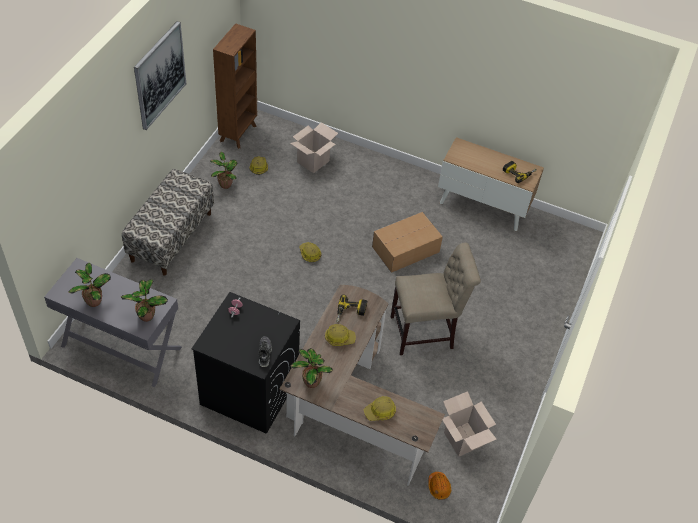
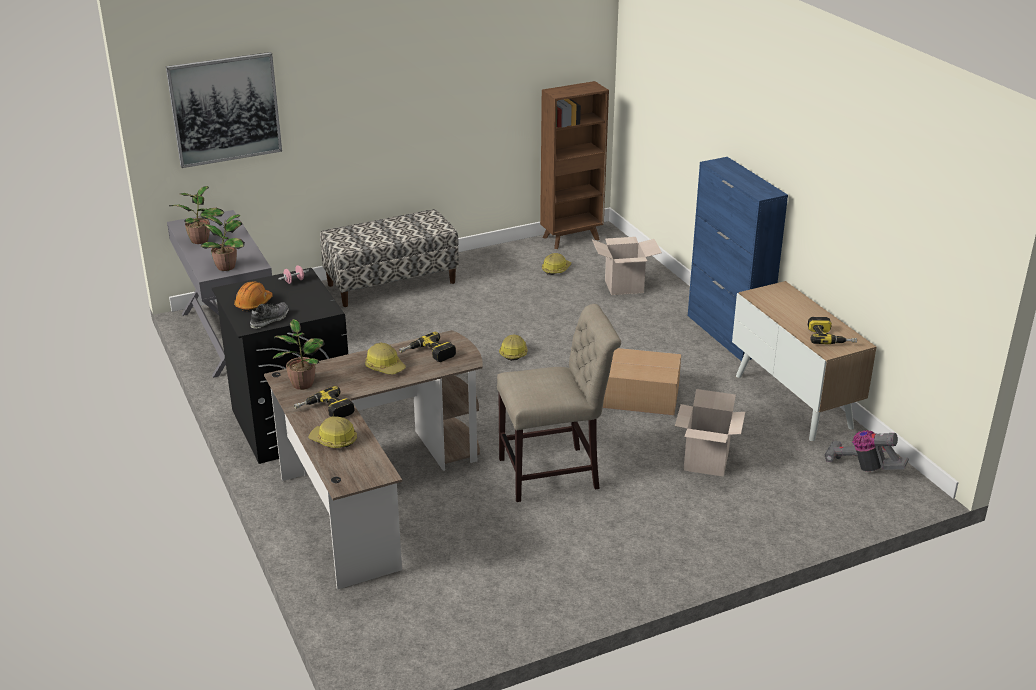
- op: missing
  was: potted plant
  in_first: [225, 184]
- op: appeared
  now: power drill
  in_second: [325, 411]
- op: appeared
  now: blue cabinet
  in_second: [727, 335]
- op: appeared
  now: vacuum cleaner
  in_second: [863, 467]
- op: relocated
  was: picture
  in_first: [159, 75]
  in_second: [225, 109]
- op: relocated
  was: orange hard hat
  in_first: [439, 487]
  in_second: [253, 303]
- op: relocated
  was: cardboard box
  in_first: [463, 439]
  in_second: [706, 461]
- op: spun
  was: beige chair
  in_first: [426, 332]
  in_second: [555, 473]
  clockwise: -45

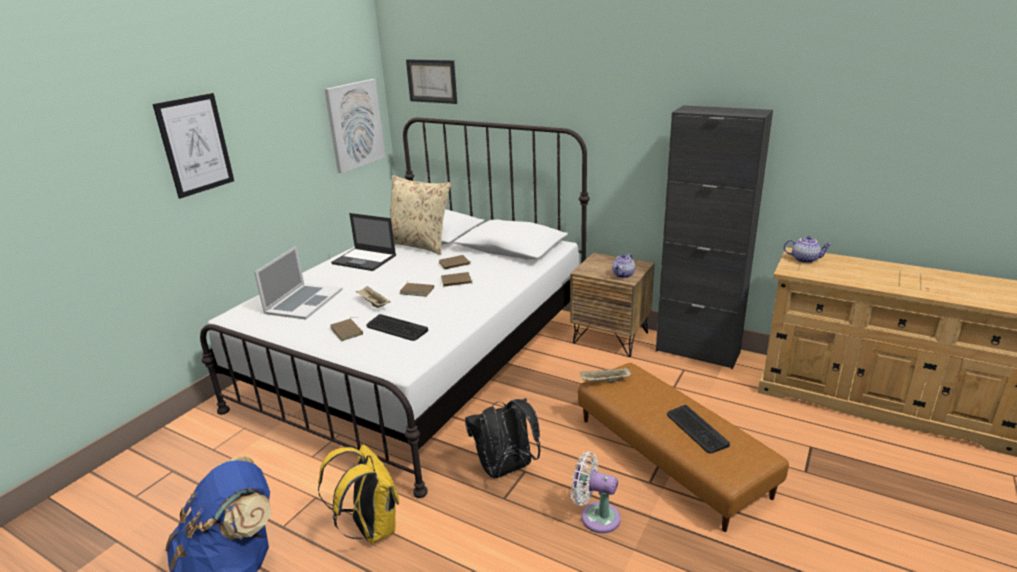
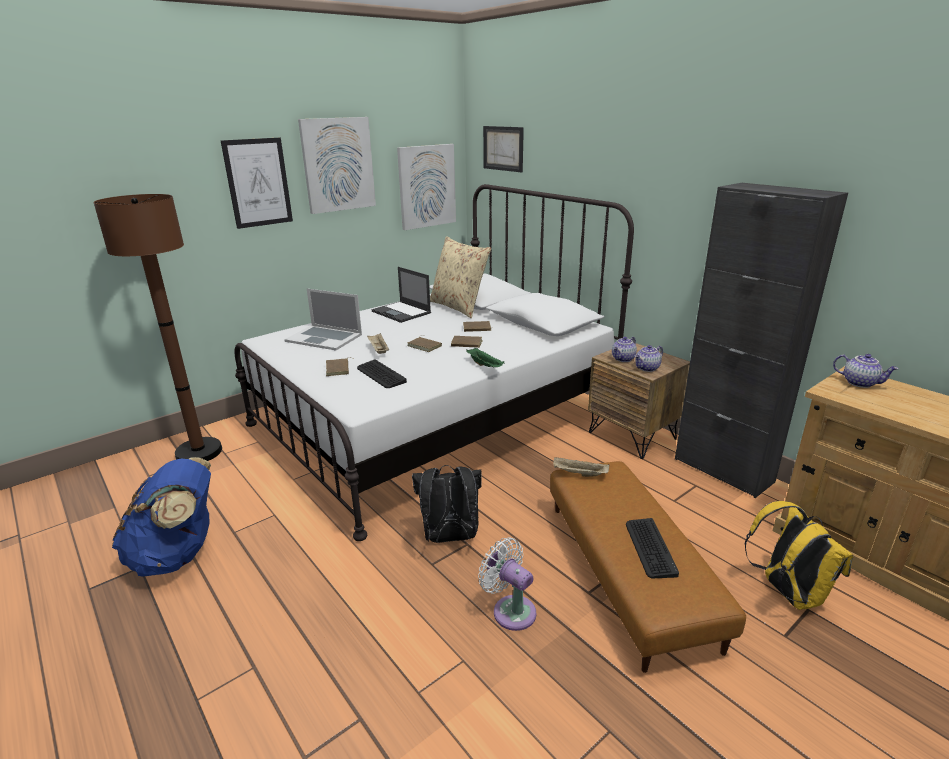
- op: appeared
  now: brown floor lamp
  in_second: [199, 452]
- op: appeared
  now: picture
  in_second: [338, 165]
- op: appeared
  now: green tray
  in_second: [485, 366]
- op: appeared
  now: teapot
  in_second: [623, 359]
- op: relocated
  was: yellow backpack
  in_first: [371, 528]
  in_second: [787, 592]
- op: spun
  was: laptop
  in_first: [303, 301]
  in_second: [324, 338]
  clockwise: 75

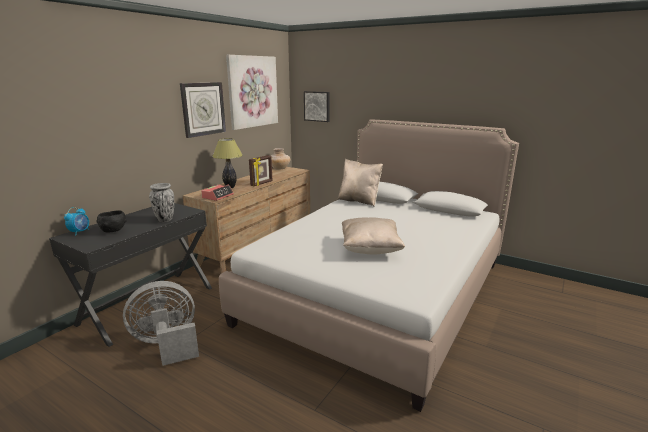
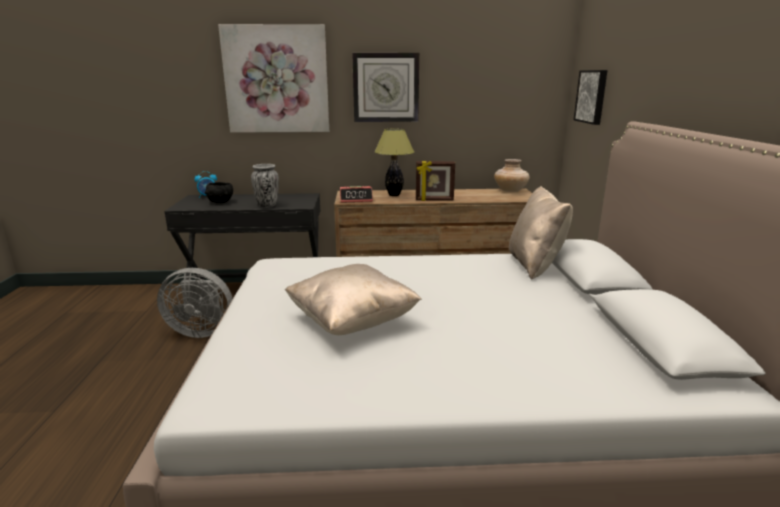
- op: relocated
  was: picture
  in_first: [253, 91]
  in_second: [276, 80]
- op: spun
  was: grey fan
  in_first: [167, 344]
  in_second: [201, 331]
  clockwise: 150

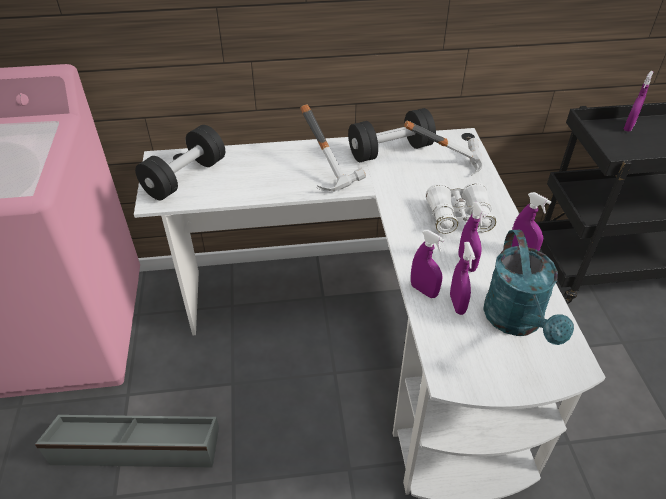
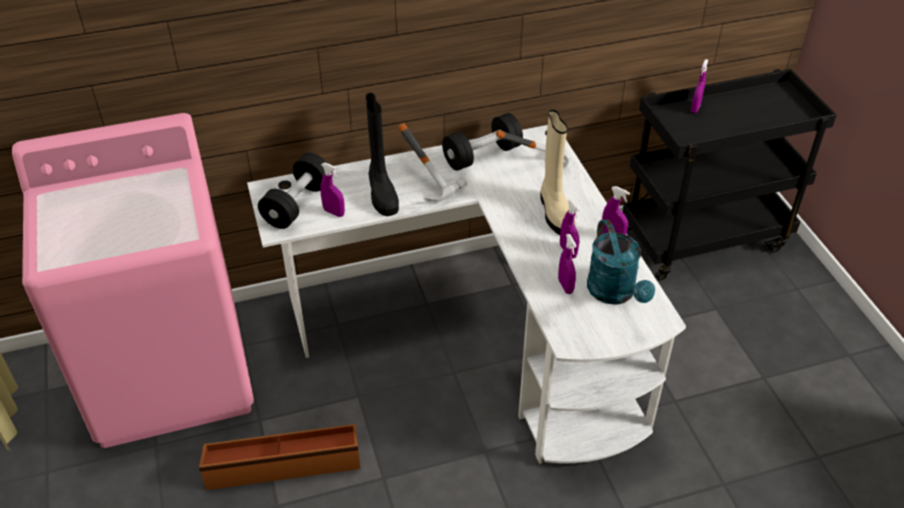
- op: appeared
  now: black boot
  in_second: [381, 193]
- op: relocated
  was: purple spray bottle
  in_first: [424, 290]
  in_second: [334, 212]
- op: exchanged
  was: white binoculars
  now: beige boot
  in_first: [458, 217]
  in_second: [555, 212]
- op: colour
  was: grey storage box
  now: brown storage box
  in_first: [135, 447]
  in_second: [283, 463]

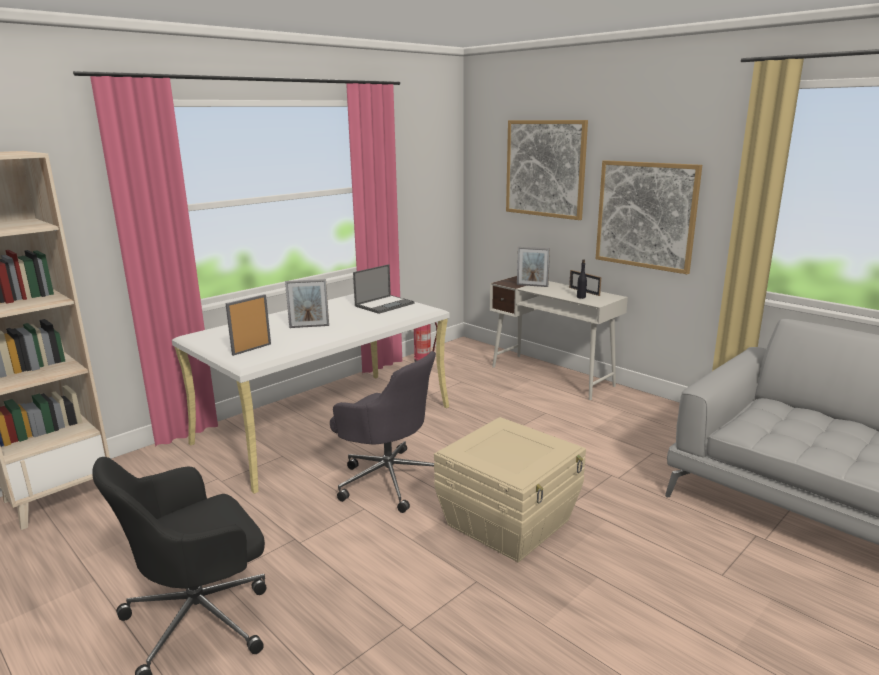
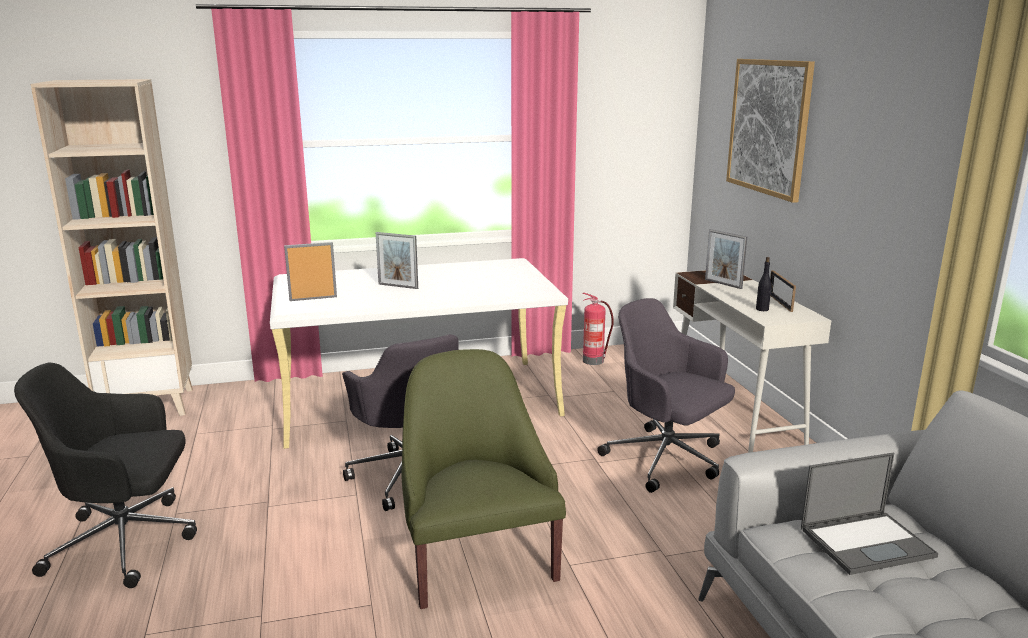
- op: missing
  was: picture
  in_first: [646, 215]
- op: appeared
  now: grey office chair
  in_second: [666, 460]
- op: relocated
  was: laptop
  in_first: [385, 304]
  in_second: [867, 542]
- op: exchanged
  was: beige storage box
  now: green armchair
  in_first: [509, 522]
  in_second: [476, 559]

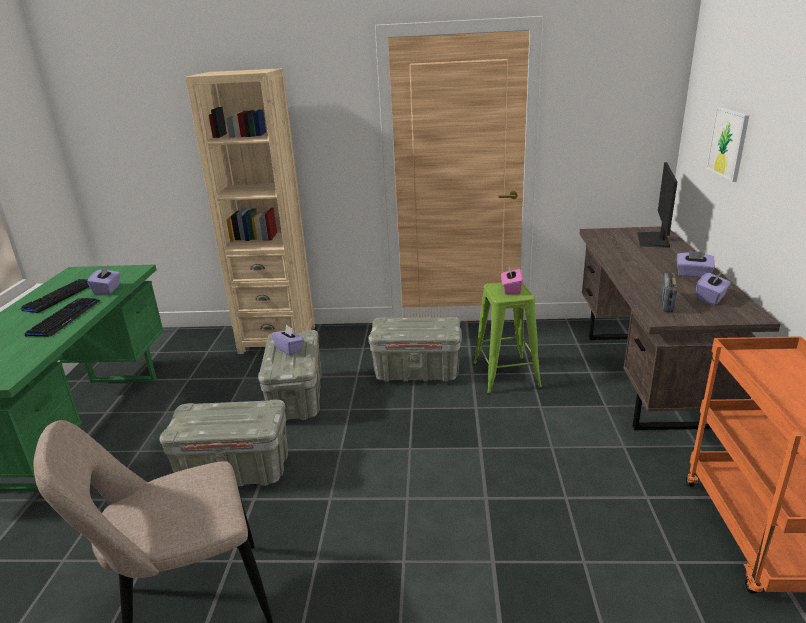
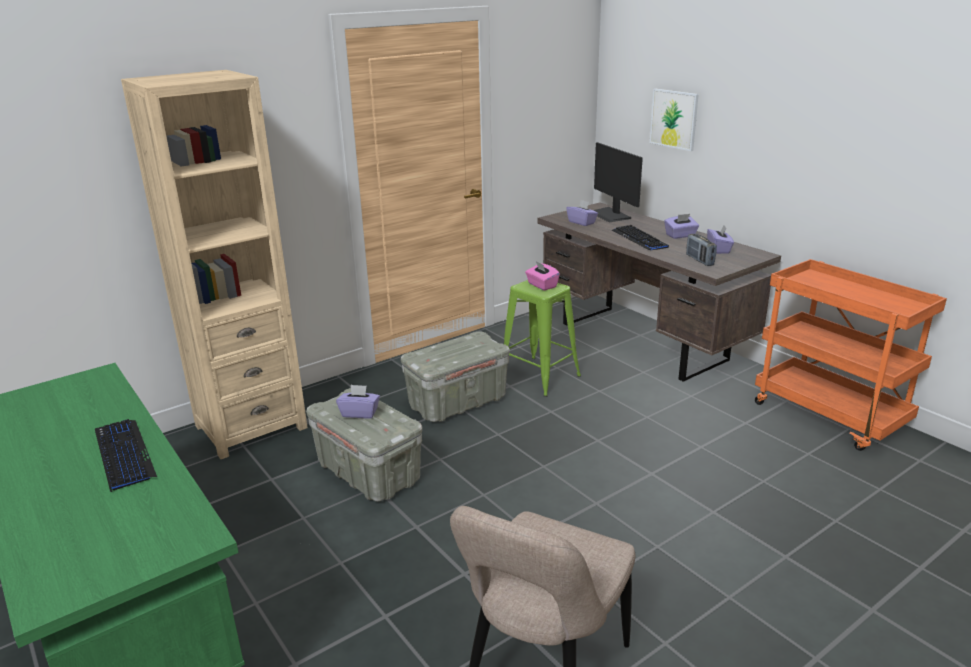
- op: missing
  was: grey storage box
  in_first: [236, 470]
- op: relocated
  was: keyboard
  in_first: [59, 296]
  in_second: [639, 239]
- op: relocated
  was: purple tissue box
  in_first: [108, 290]
  in_second: [582, 222]

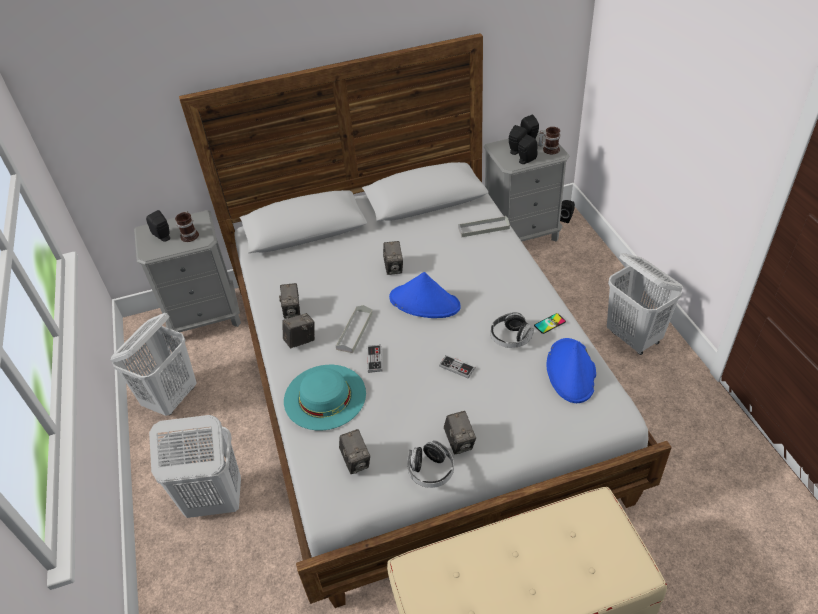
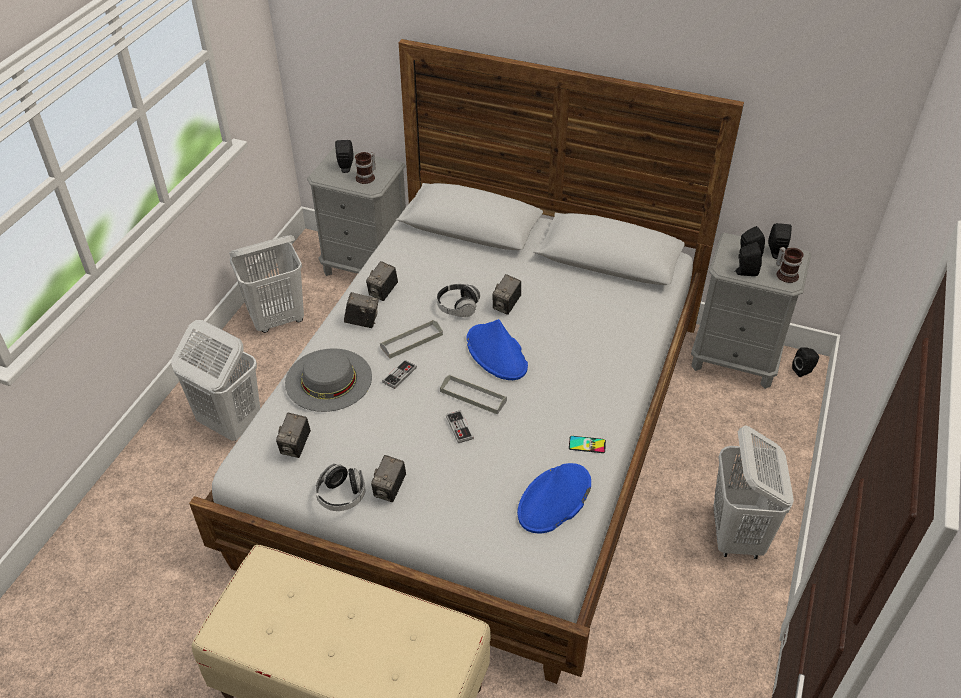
- op: relocated
  was: grey tray
  in_first: [483, 228]
  in_second: [473, 396]
- op: relocated
  was: headphones
  in_first: [510, 338]
  in_second: [458, 307]
- op: colour
  was: turquoise hat
  now: grey hat
  in_first: [325, 396]
  in_second: [328, 379]

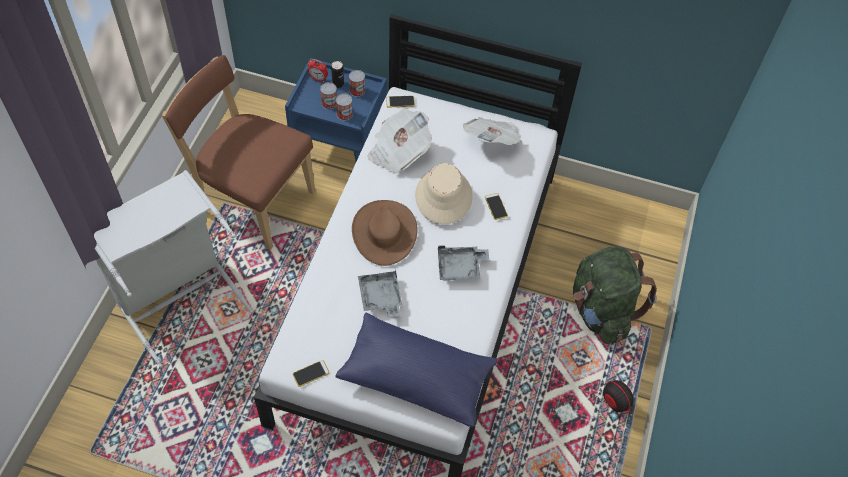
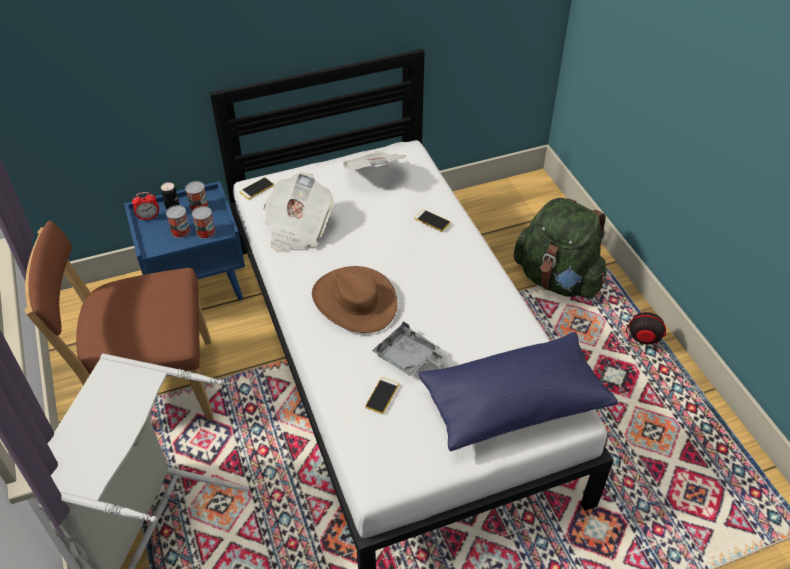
- op: missing
  was: beige hat
  in_first: [443, 196]
- op: missing
  was: grey tray
  in_first: [460, 267]
- op: relocated
  was: phone
  in_first: [311, 373]
  in_second: [382, 395]

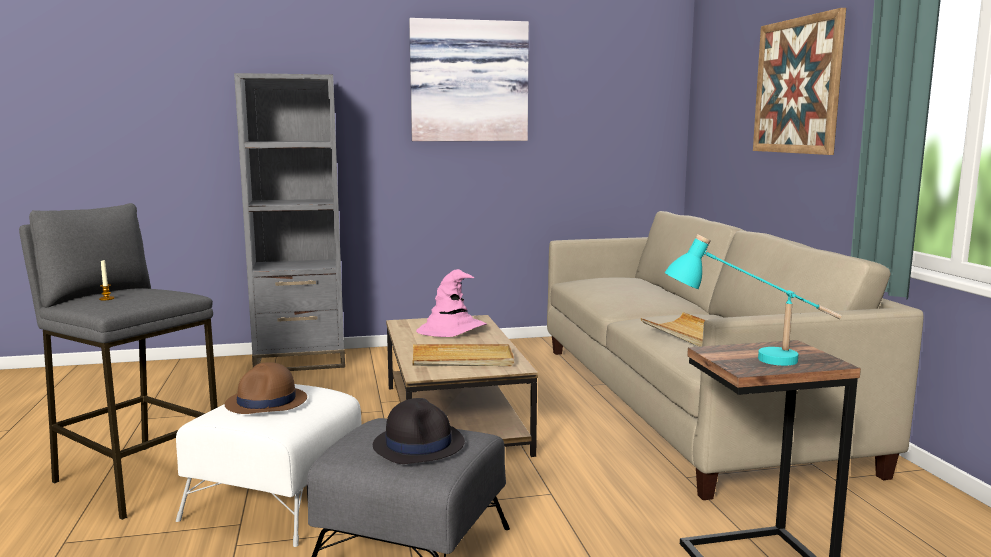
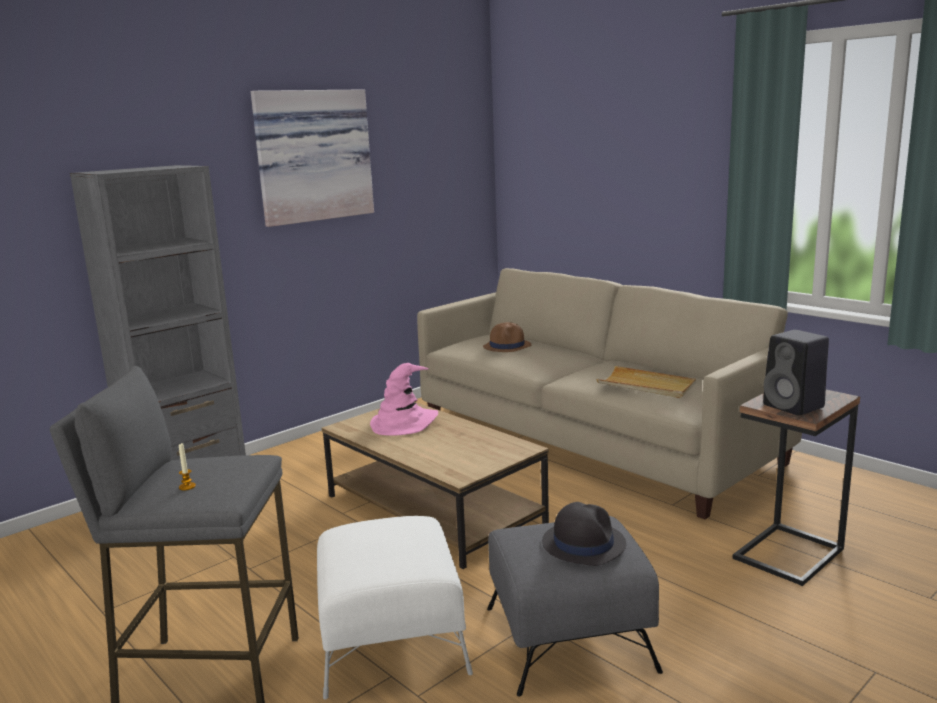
- op: missing
  was: beige tray
  in_first: [462, 360]
- op: missing
  was: picture
  in_first: [797, 86]
- op: relocated
  was: brown hat
  in_first: [267, 402]
  in_second: [507, 346]
- op: exchanged
  was: turquoise table lamp
  now: black speaker
  in_first: [749, 360]
  in_second: [795, 406]

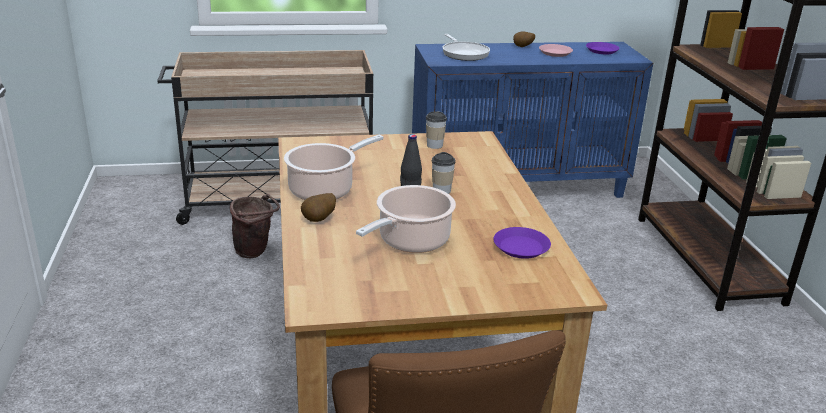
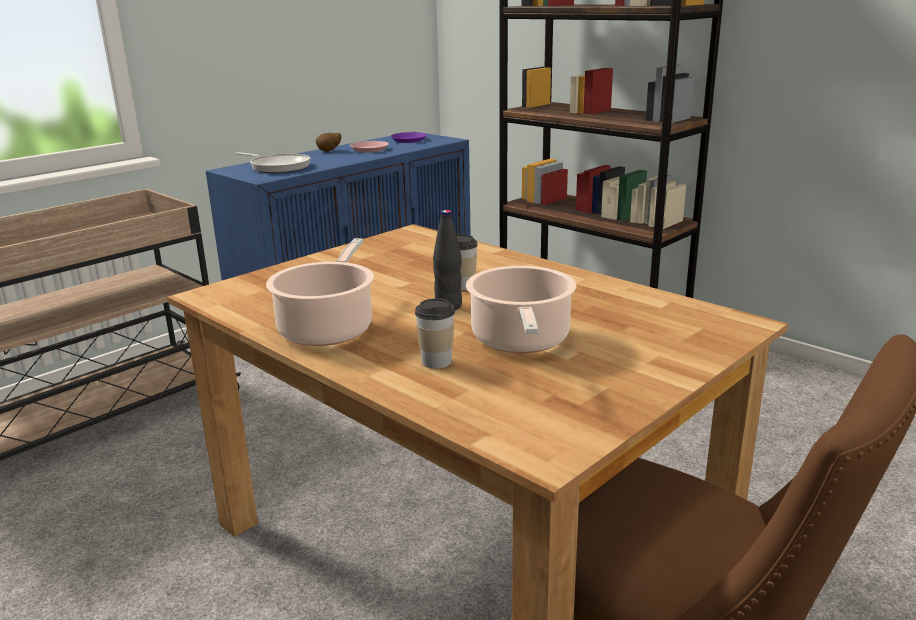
- op: missing
  was: brown bucket
  in_first: [256, 252]
- op: missing
  was: potato
  in_first: [319, 220]
- op: missing
  was: purple plate
  in_first: [521, 247]
- op: relocated
  was: cup
  in_first: [434, 145]
  in_second: [436, 362]

